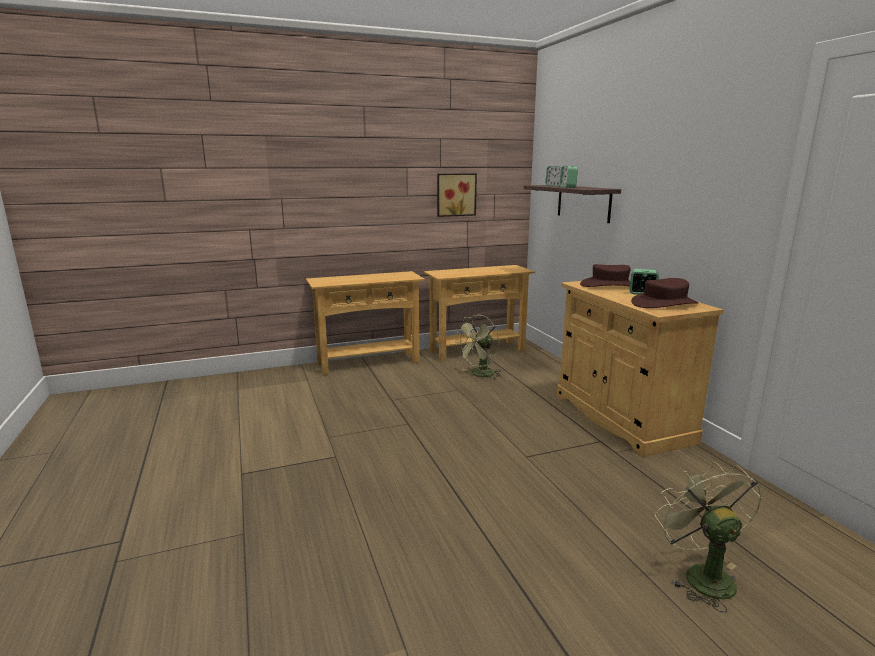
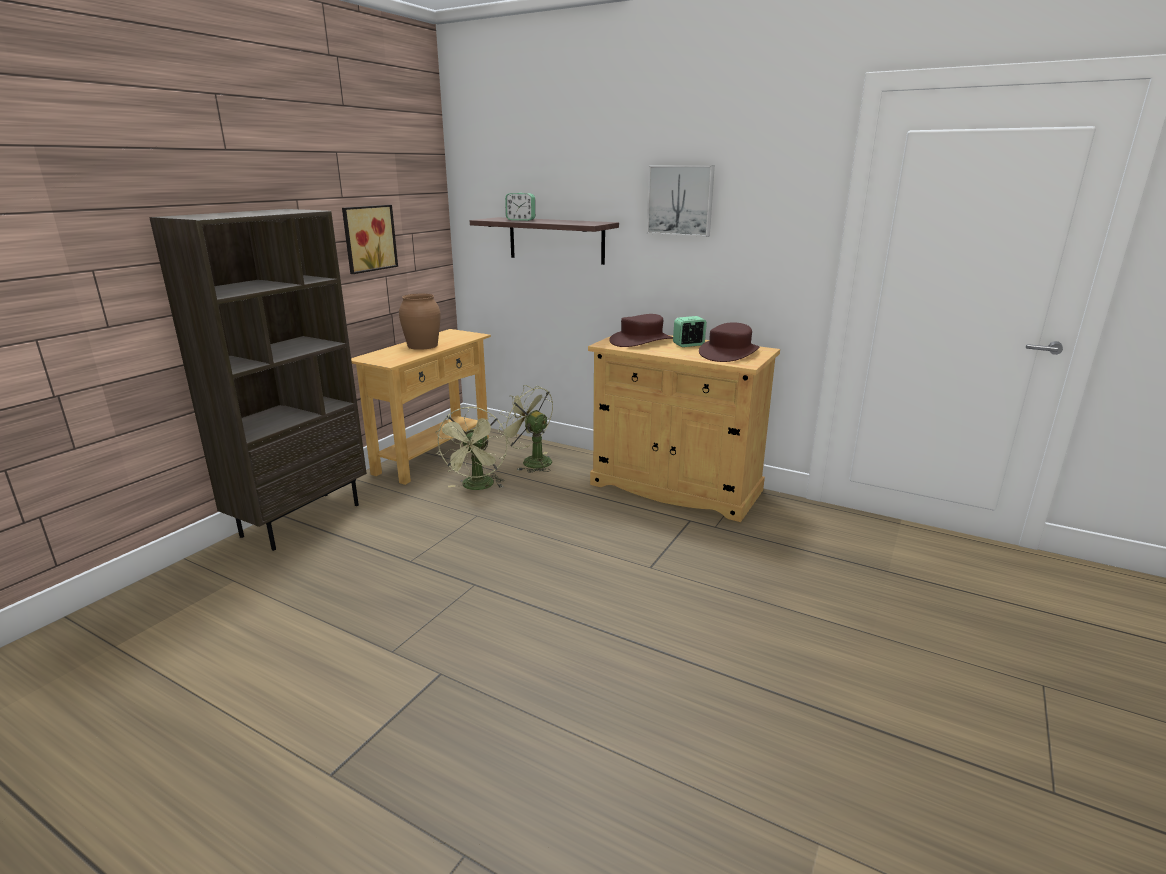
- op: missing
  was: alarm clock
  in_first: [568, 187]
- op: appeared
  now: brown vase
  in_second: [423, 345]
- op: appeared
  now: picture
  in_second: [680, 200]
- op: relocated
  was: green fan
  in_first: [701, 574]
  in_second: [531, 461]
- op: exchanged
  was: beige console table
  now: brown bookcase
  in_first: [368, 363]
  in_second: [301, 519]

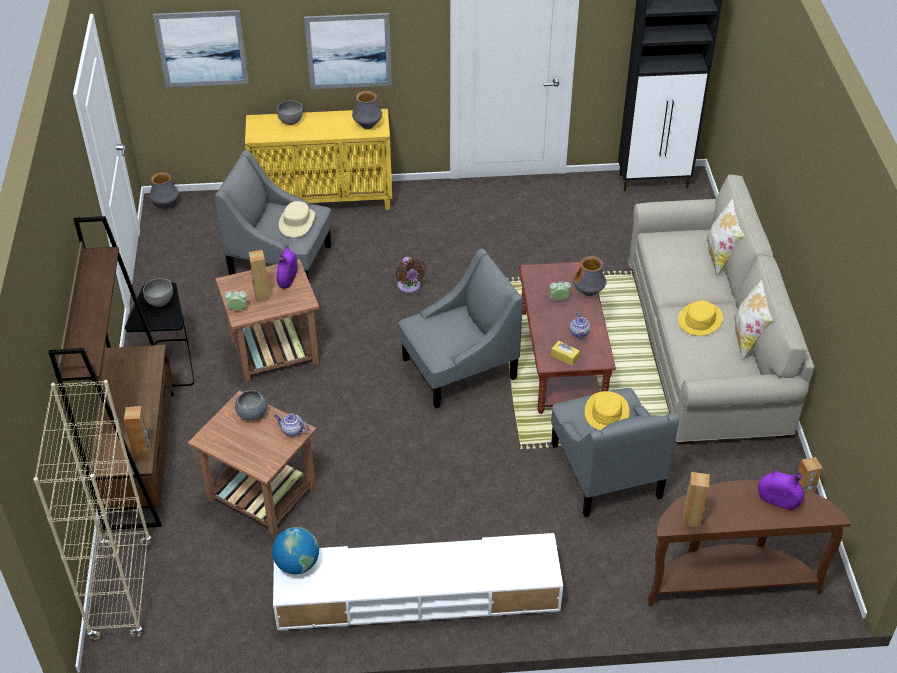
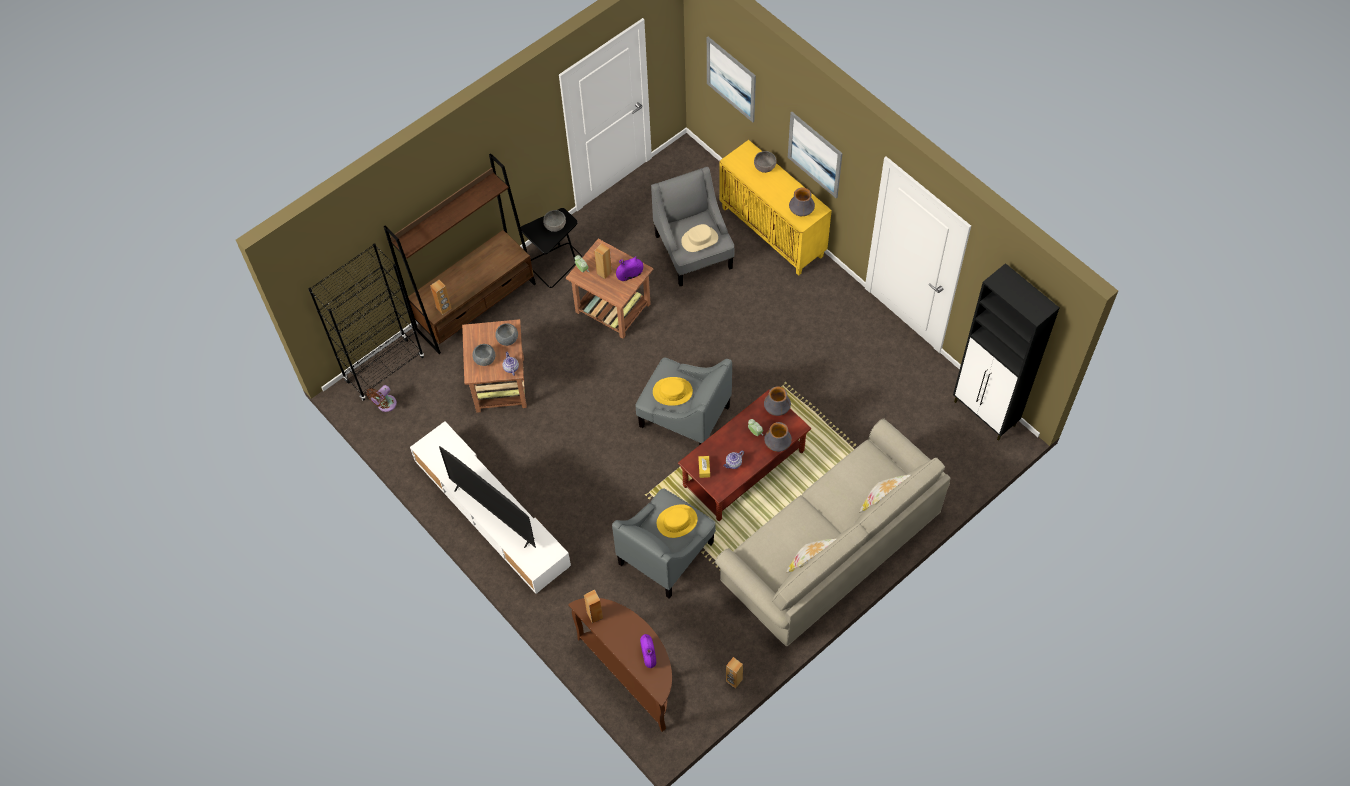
- op: missing
  was: globe
  in_first: [297, 564]
- op: appeared
  now: television
  in_second: [494, 514]
- op: appeared
  now: grey bowl
  in_second: [485, 359]
- op: relocated
  was: vase
  in_first: [166, 205]
  in_second: [776, 410]
- op: relocated
  was: brown fan
  in_first: [409, 287]
  in_second: [385, 405]
- op: relocated
  was: yellow hat
  in_first: [699, 319]
  in_second: [672, 391]
- op: colour
  was: beige bookcase
  now: black bookcase
  in_first: [121, 590]
  in_second: [384, 369]

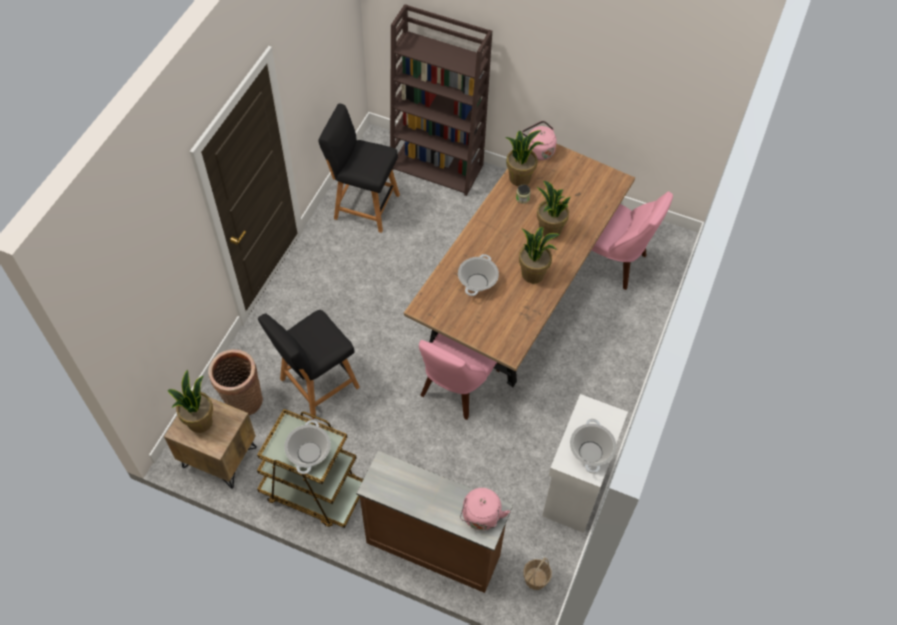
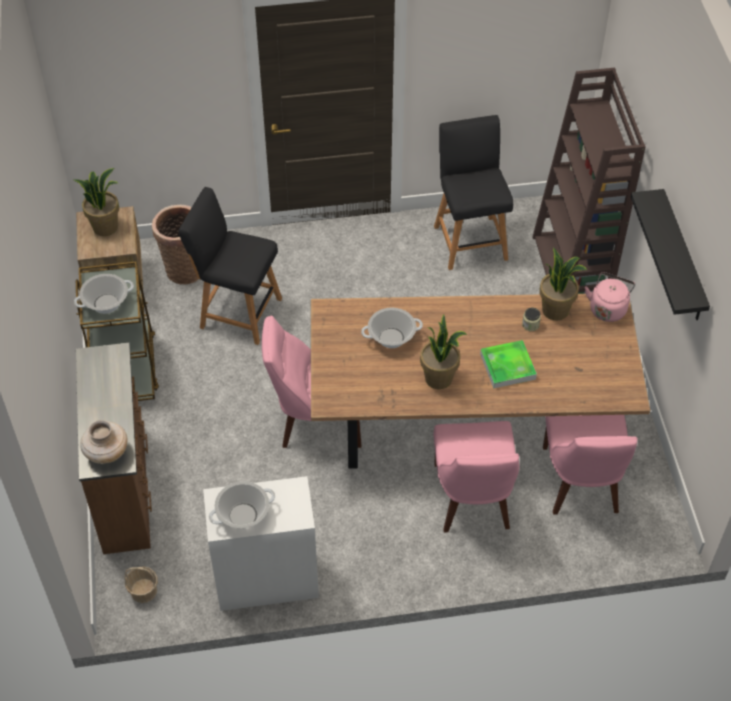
- op: appeared
  now: pink chair
  in_second: [472, 500]
- op: appeared
  now: black shelf
  in_second: [682, 258]
- op: exchanged
  was: pink kettle
  now: beige vase
  in_first: [481, 517]
  in_second: [106, 453]
- op: exchanged
  was: potted plant
  now: tray
  in_first: [549, 230]
  in_second: [507, 366]

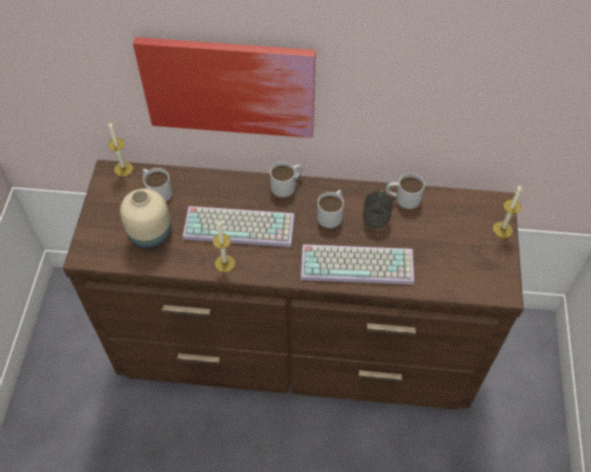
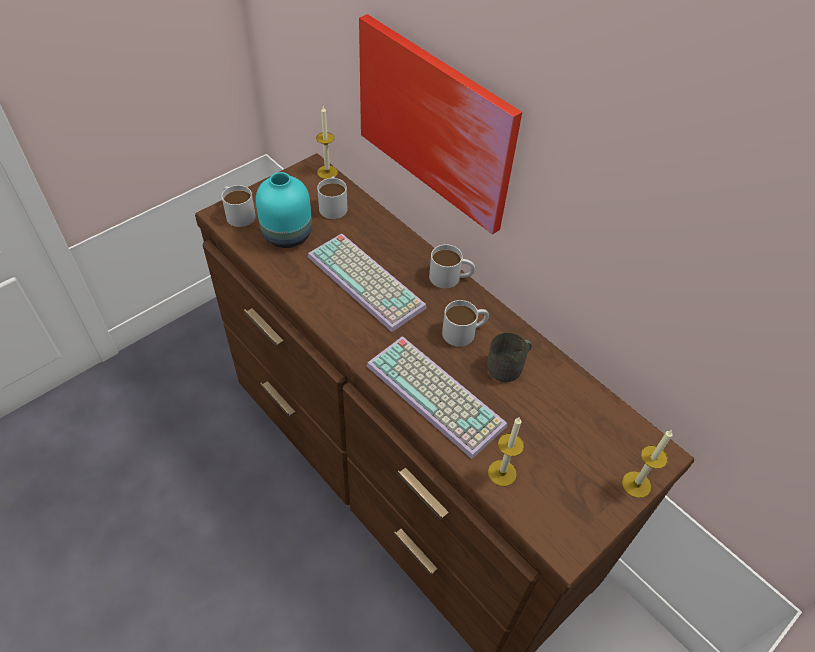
- op: relocated
  was: candle
  in_first: [225, 263]
  in_second: [502, 473]
- op: relocated
  was: white mug
  in_first: [403, 197]
  in_second: [237, 213]
- op: colour
  was: beige vase
  now: turquoise vase
  in_first: [149, 235]
  in_second: [286, 235]

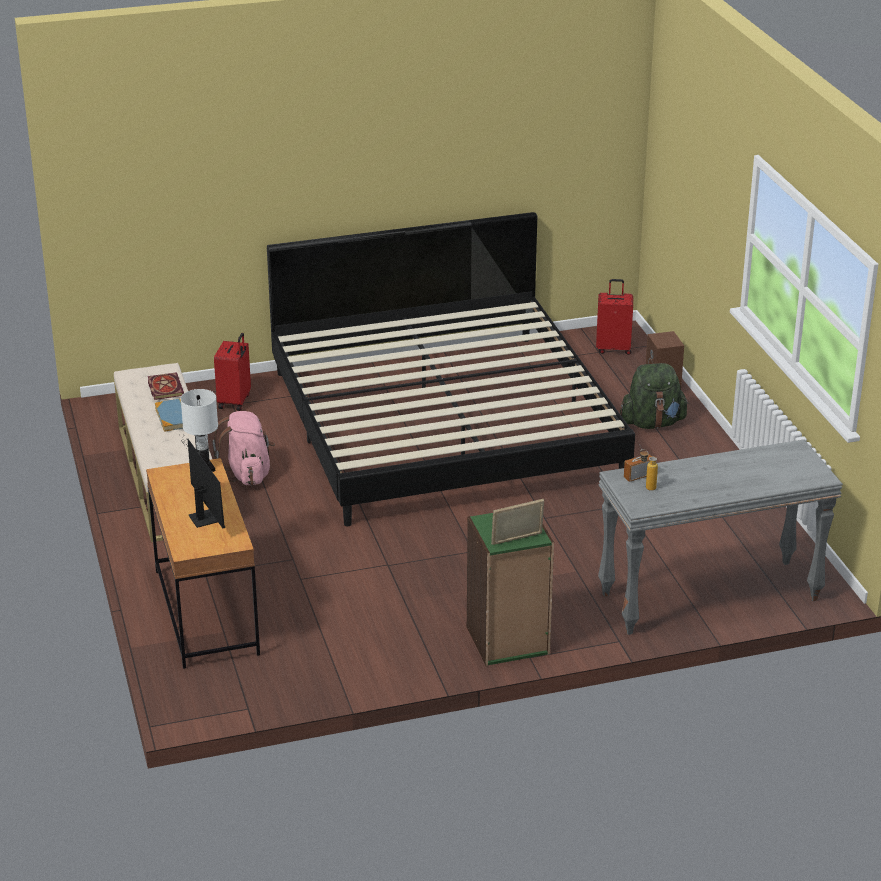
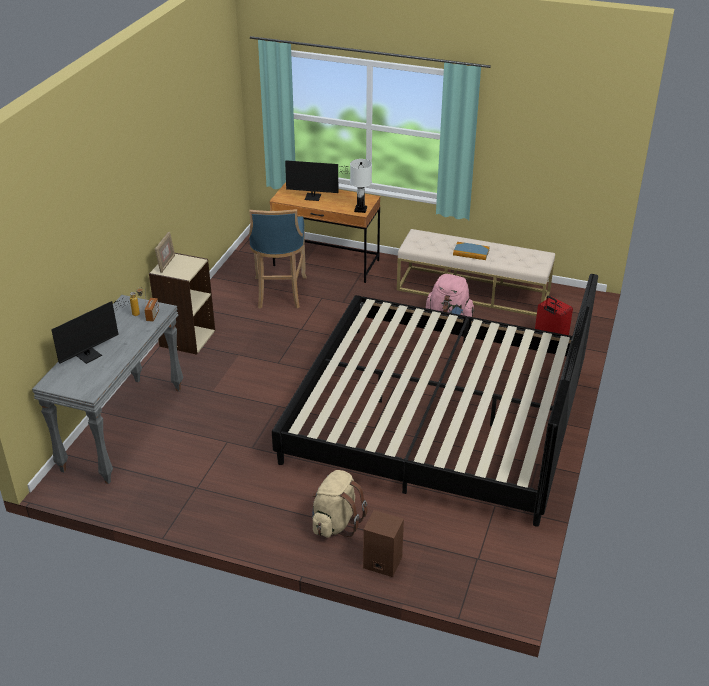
- op: missing
  was: book
  in_first: [164, 387]
- op: missing
  was: red suitcase
  in_first: [613, 348]
- op: appeared
  now: monitor
  in_second: [92, 354]
- op: appeared
  now: blue stool
  in_second: [279, 293]
- op: colour
  was: green bookcase
  now: beige bookcase
  in_first: [508, 641]
  in_second: [187, 338]
- op: colour
  was: green backpack
  now: beige backpack
  in_first: [652, 423]
  in_second: [336, 523]

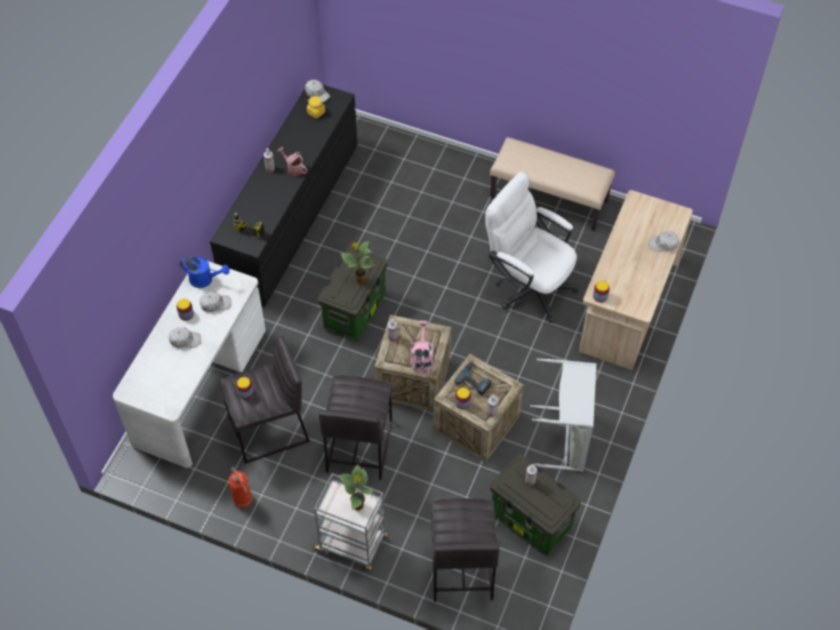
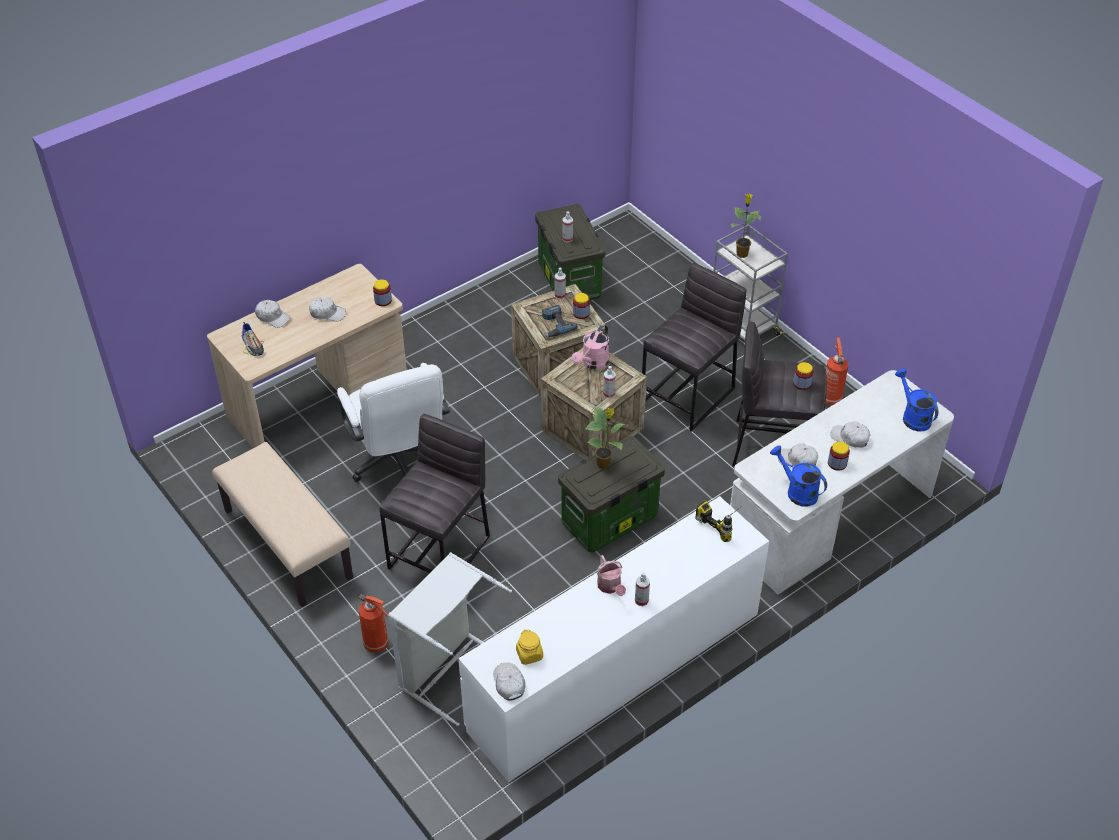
- op: appeared
  now: shoe
  in_second: [253, 345]
- op: appeared
  now: white cap
  in_second: [327, 313]
- op: appeared
  now: fire extinguisher
  in_second: [377, 644]
- op: appeared
  now: blue watering can
  in_second: [913, 416]
- op: relocated
  was: grey stool
  in_first: [460, 567]
  in_second: [440, 552]
- op: relocated
  was: grey laundry basket
  in_first: [565, 439]
  in_second: [447, 670]
- op: colour
  was: black dresser
  now: white dresser
  in_first: [291, 217]
  in_second: [616, 670]

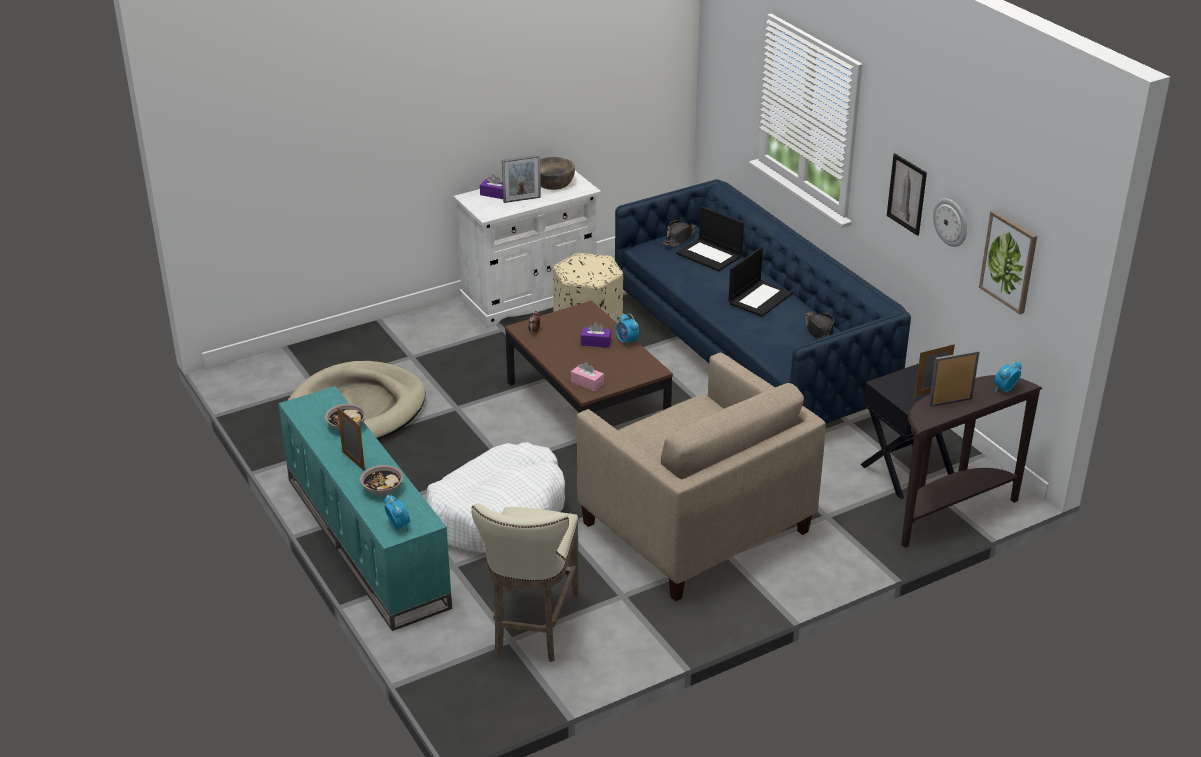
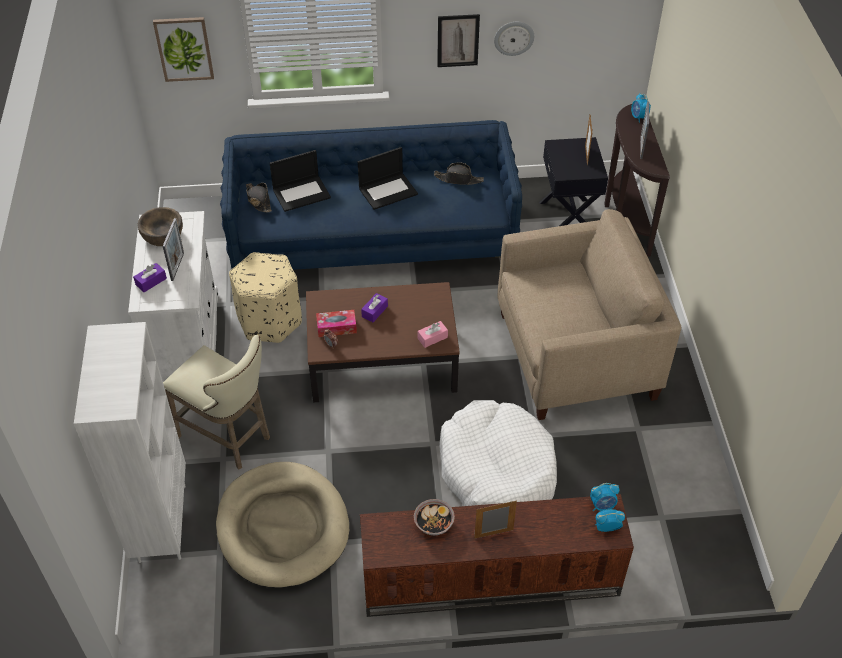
- op: missing
  was: bowl
  in_first: [382, 489]
- op: appeared
  now: white bookcase
  in_second: [161, 522]
- op: appeared
  now: tissue box
  in_second: [336, 327]
- op: relocated
  was: beige stool
  in_first: [532, 628]
  in_second: [228, 438]
- op: relocated
  was: alarm clock
  in_first: [627, 342]
  in_second: [602, 505]
- op: relocated
  was: picture
  in_first: [1009, 261]
  in_second: [184, 48]
- op: colour
  was: turquoise tv stand
  now: brown tv stand
  in_first: [364, 541]
  in_second: [489, 581]
- op: spun
  was: laptop
  in_first: [760, 298]
  in_second: [388, 191]
  clockwise: 90

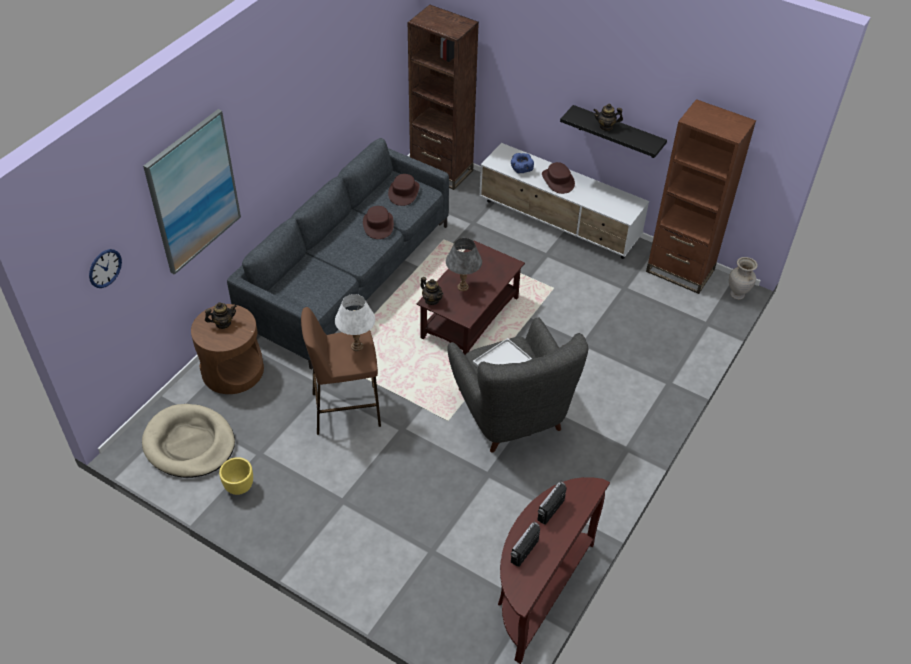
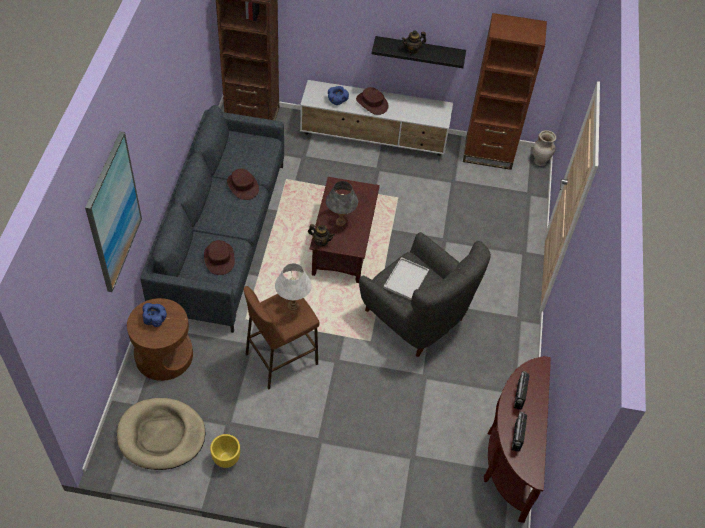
- op: missing
  was: wall clock
  in_first: [105, 268]
- op: relocated
  was: brown hat
  in_first: [403, 192]
  in_second: [219, 258]
- op: exchanged
  was: teapot
  now: blue bowl
  in_first: [223, 323]
  in_second: [155, 319]

